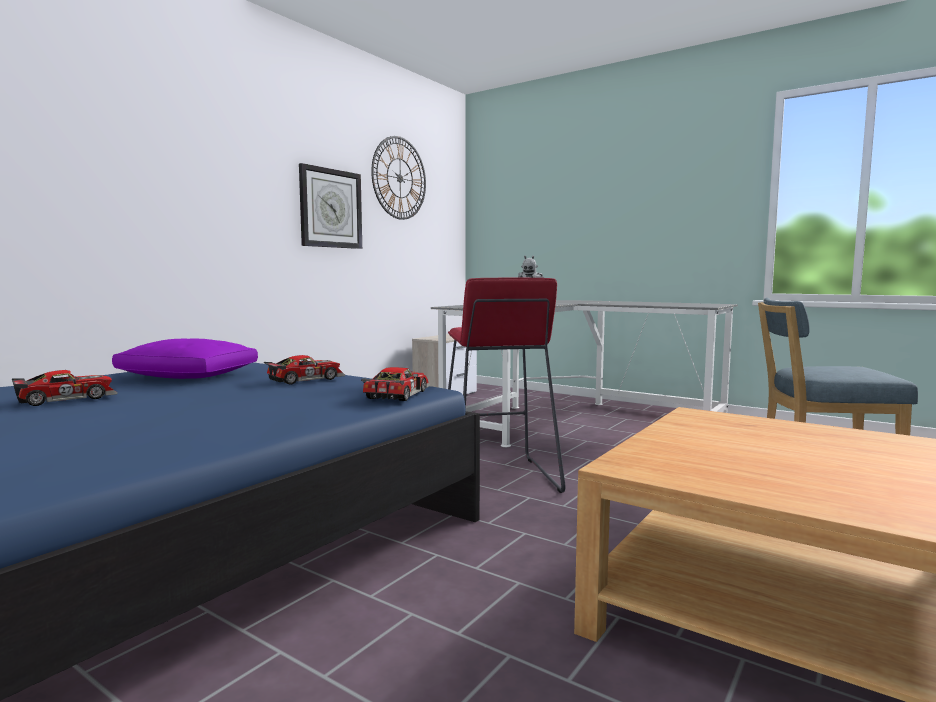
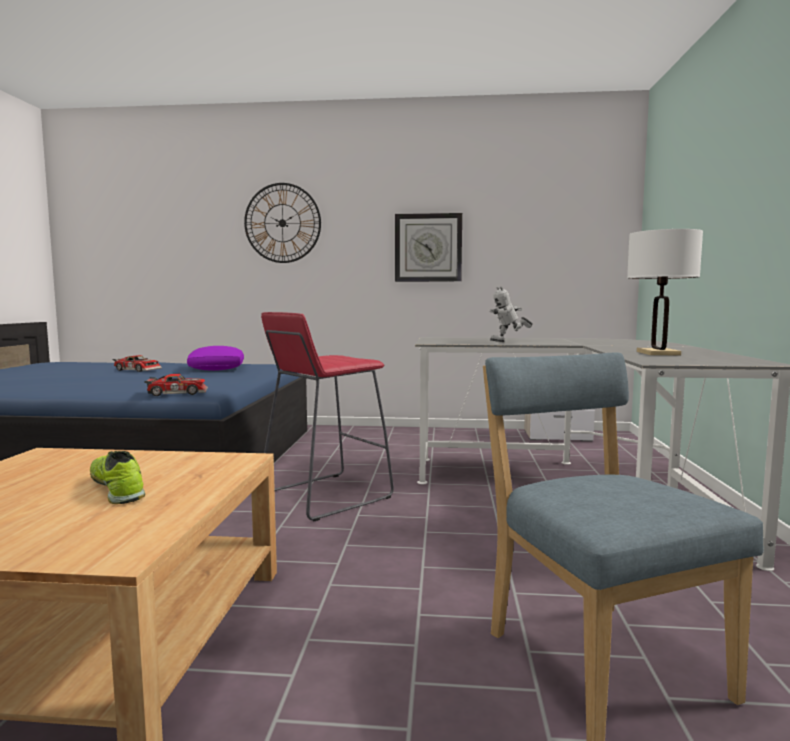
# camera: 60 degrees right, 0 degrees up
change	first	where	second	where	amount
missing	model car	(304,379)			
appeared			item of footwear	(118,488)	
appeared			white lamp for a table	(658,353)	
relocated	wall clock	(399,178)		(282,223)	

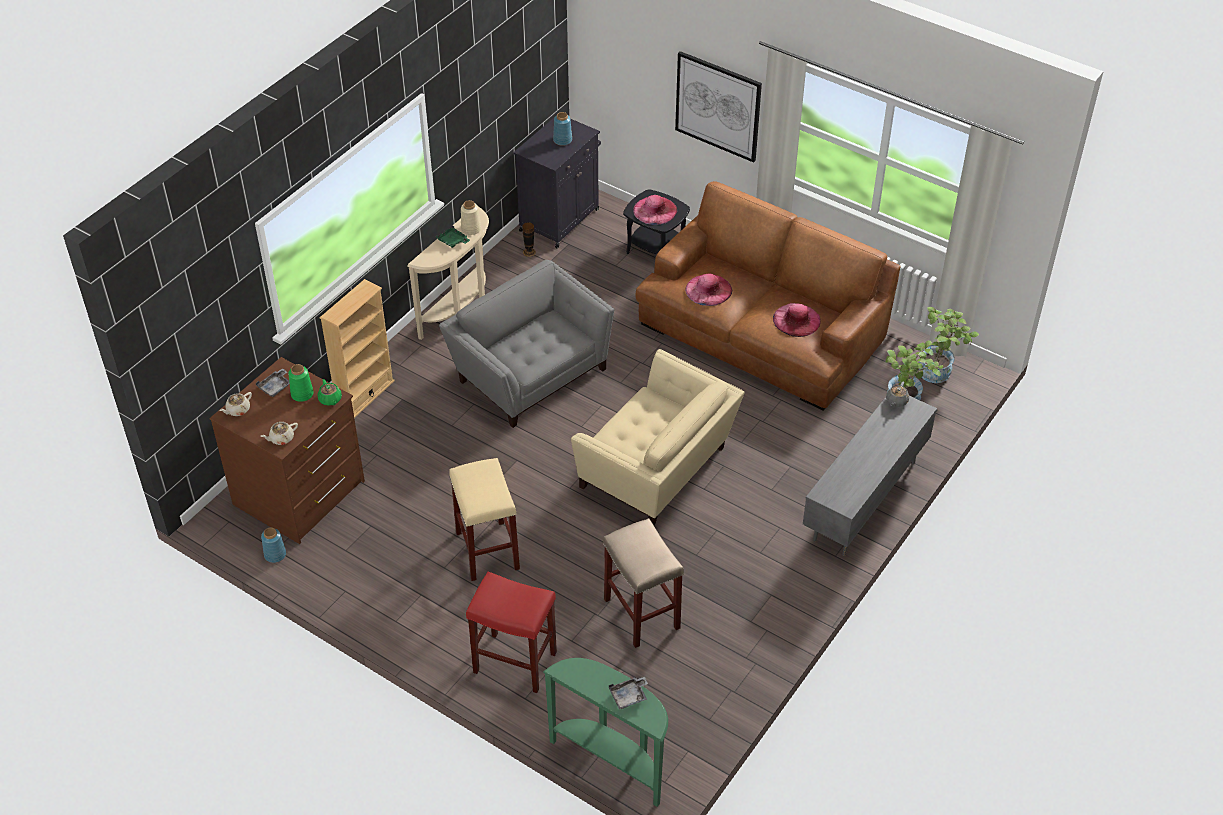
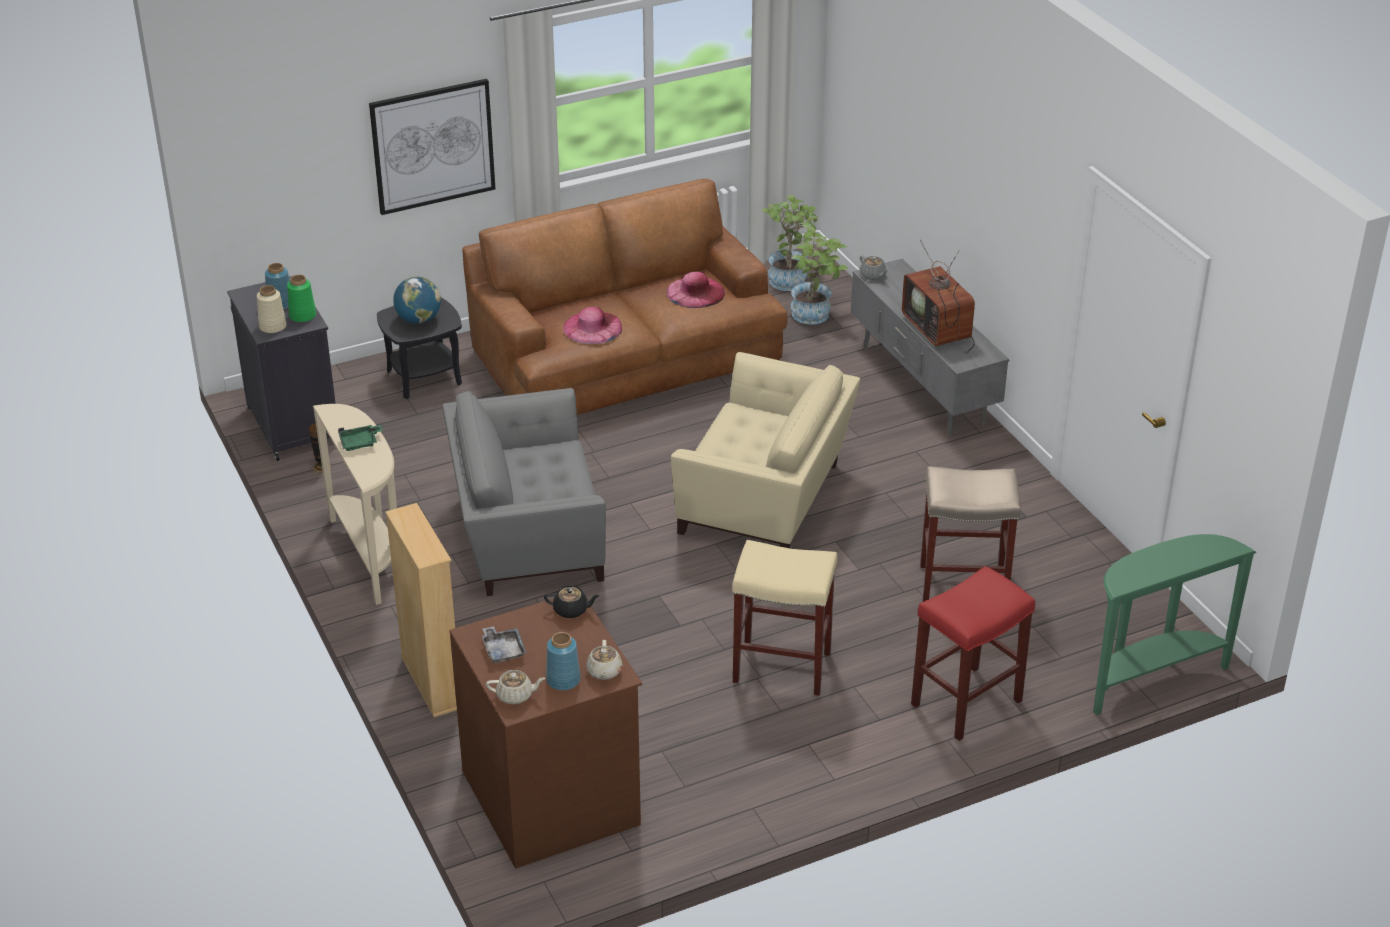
# camera: 60 degrees left, 10 degrees down
change	first	where	second	where	amount
missing	grey serving tray	(629,696)			
appeared			TV set	(939,330)	
relocated	blue-coloured vase	(275,555)		(563,680)	
relocated	green-coloured vase	(302,394)		(303,316)	
relocated	beige-coloured vase	(470,229)		(272,327)	
exchanged	pink clothing hat	(655,210)	world globe	(418,320)	
colour	green-coloured pot for tea	(330,399)	black-coloured pot for tea	(571,610)	
spun	beige-coloured pot for tea	(238,410)		(515,695)	75 degrees counterclockwise
spun	beige-coloured easy chair	(656,470)		(765,500)	45 degrees clockwise

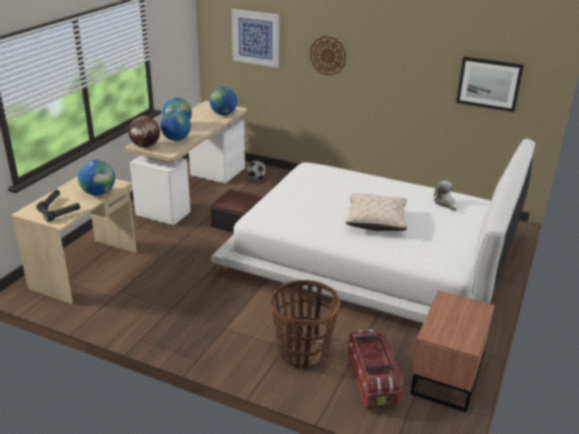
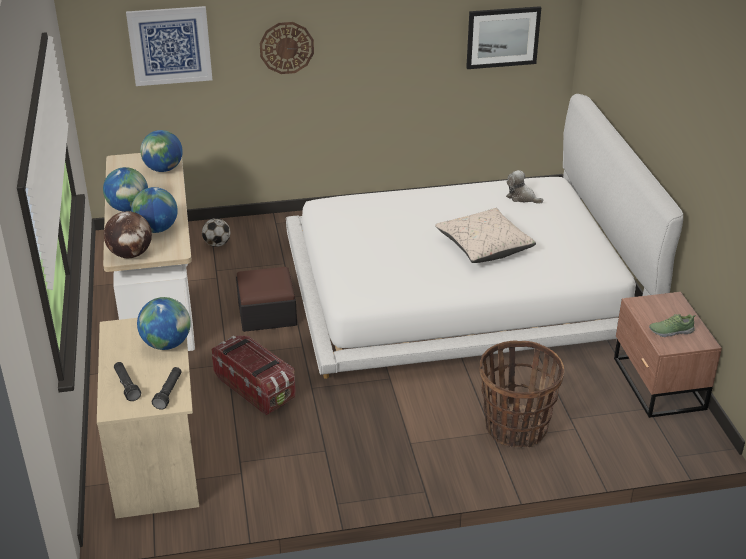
# camera: 35 degrees left, 5 degrees up
change	first	where	second	where	amount
appeared			item of footwear	(670,331)	
relocated	storage box	(372,381)		(255,388)	

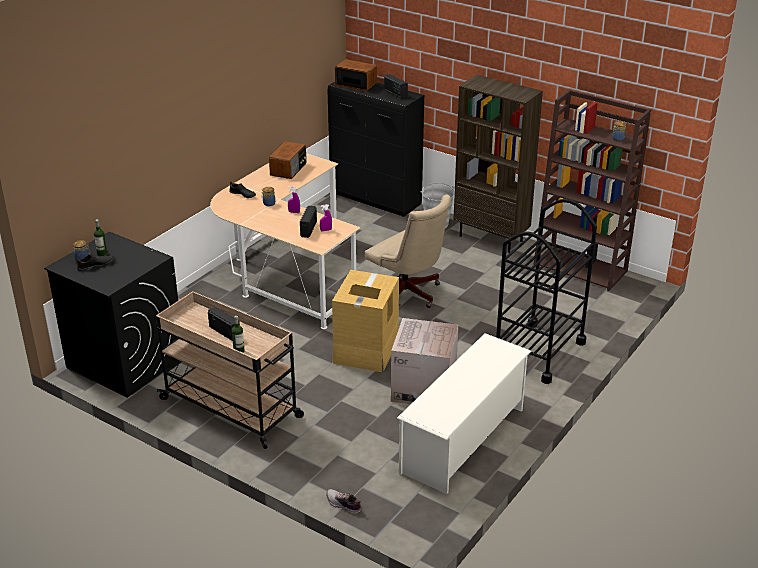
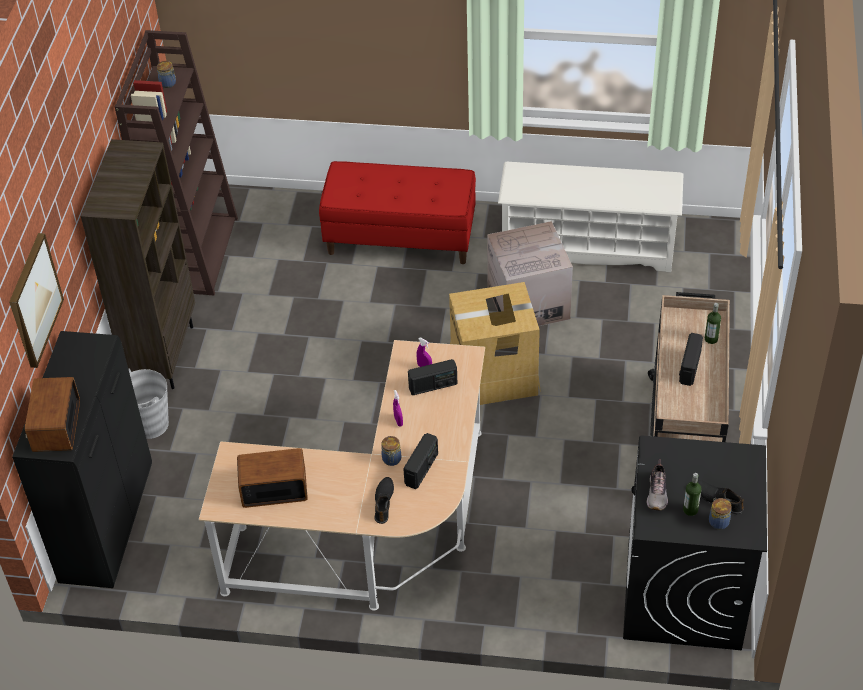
# camera: 115 degrees left, 15 degrees up
change	first	where	second	where	amount
missing	beige-coloured desk chair	(408,294)			
appeared			wall art	(34,300)	
relocated	item of footwear	(343,505)		(657,493)	
relocated	radio	(395,93)		(422,469)	
exchanged	black-coloured trolley	(539,352)	reddish indoor bench	(401,238)	

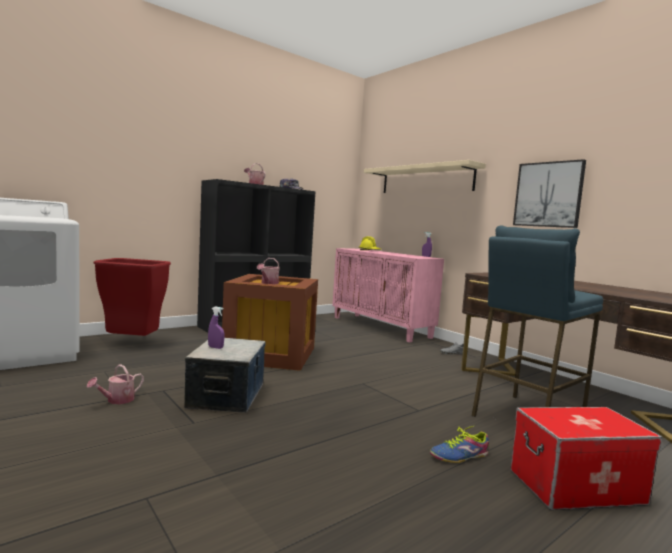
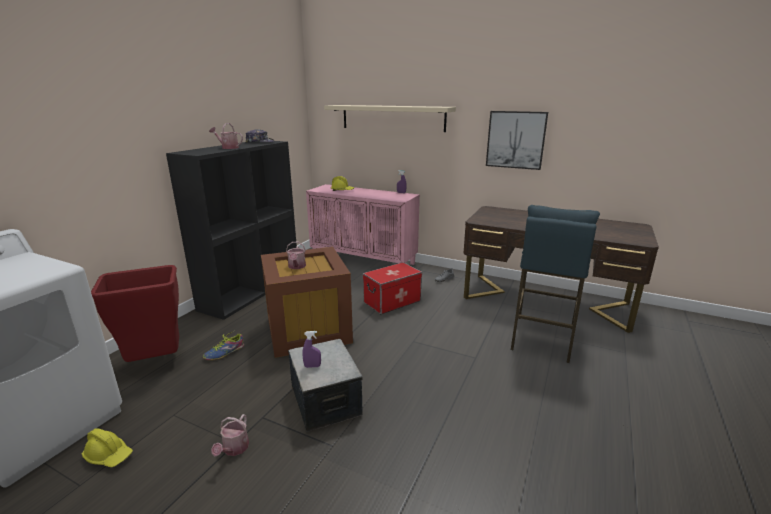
# camera: 25 degrees left, 15 degrees up
change	first	where	second	where	amount
appeared			yellow-coloured work helmet	(109,455)	
relocated	item of footwear	(460,456)		(225,352)	
relocated	storage box	(576,486)		(392,301)	

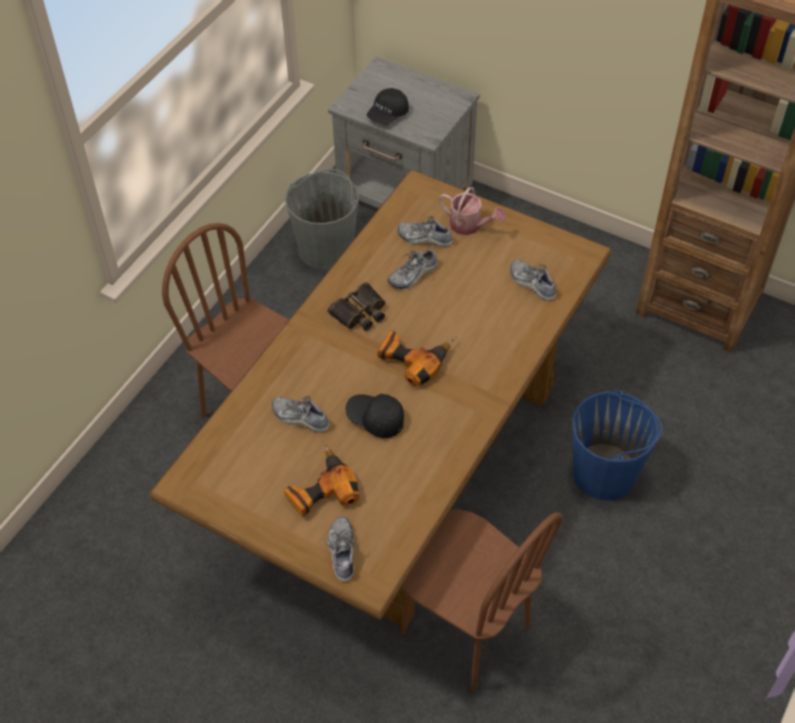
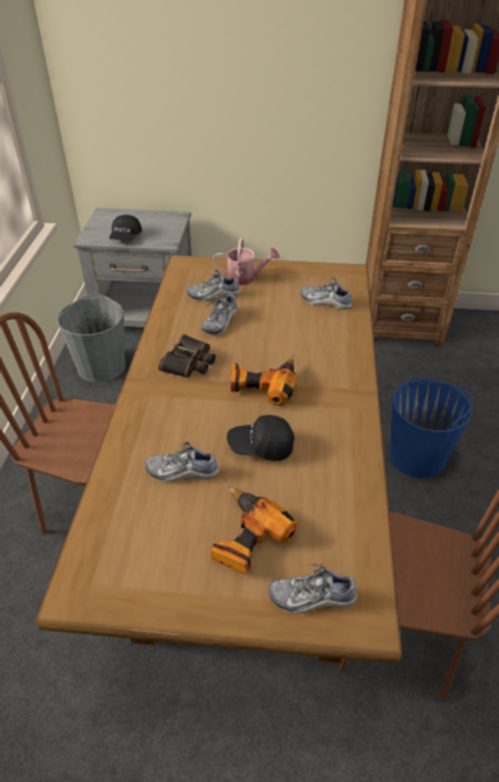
# camera: 25 degrees left, 10 degrees down
change	first	where	second	where	amount
spun	item of footwear	(342,552)		(312,597)	60 degrees counterclockwise

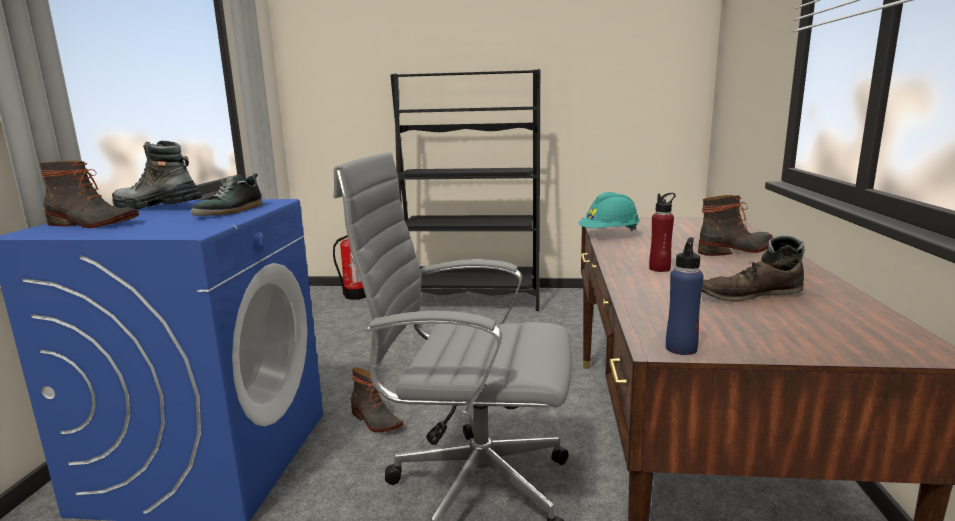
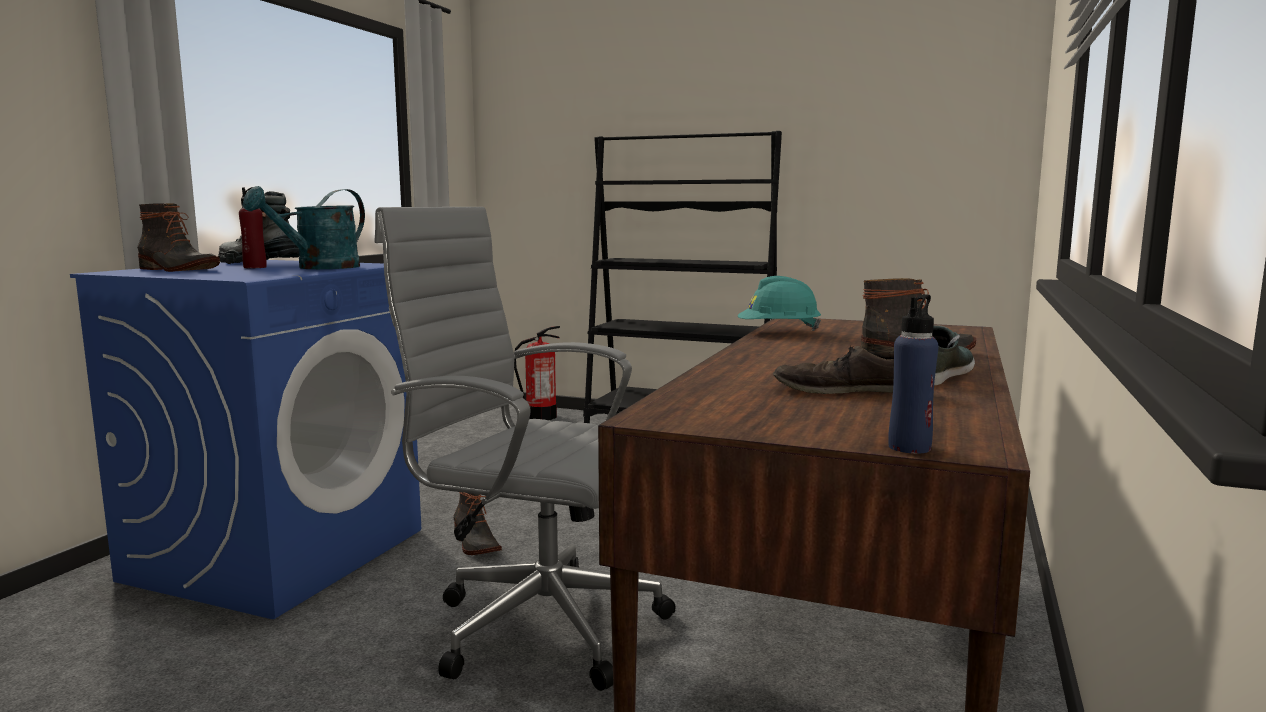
# camera: 15 degrees right, 5 degrees down
change	first	where	second	where	amount
relocated	reddish bottle	(659,269)		(255,267)	
relocated	blue-coloured bottle	(681,348)		(909,447)	
exchanged	item of footwear	(231,211)	blue-green sprinkling can	(319,268)	

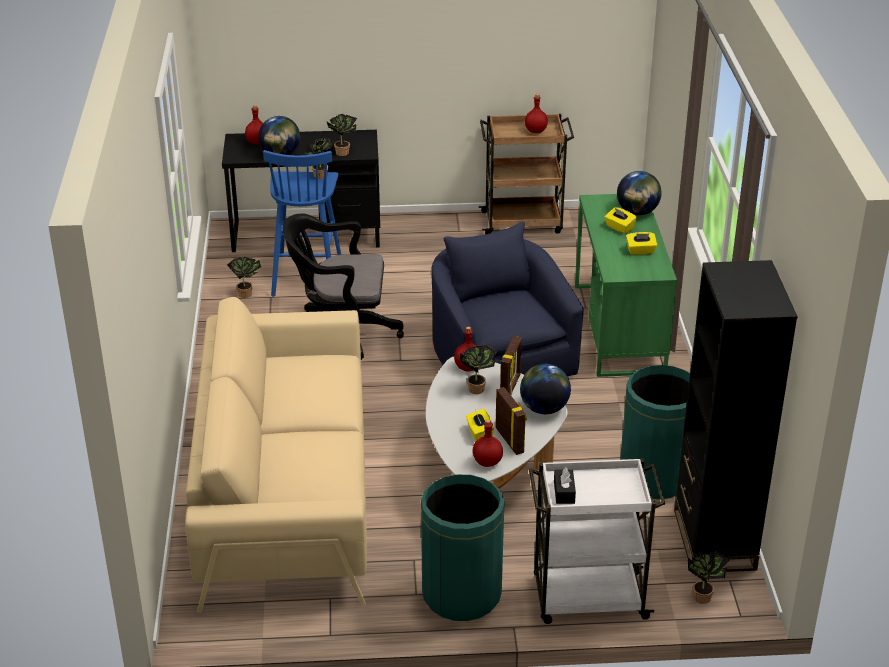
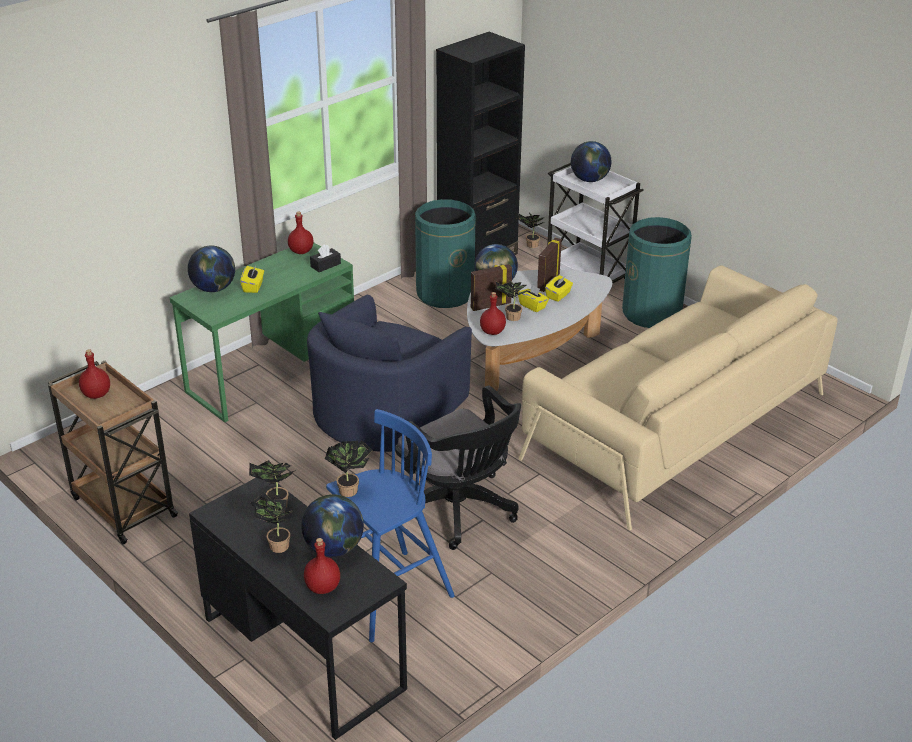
# camera: 130 degrees left, 0 degrees up
change	first	where	second	where	amount
appeared			world globe	(589,180)	
relocated	plant in a pot	(247,293)		(276,545)	
relocated	reddish bottle	(487,462)		(301,251)	
relocated	black-coloured box of tissues	(564,492)		(325,265)	
relocated	yellow-coloured box of tissues	(640,251)		(533,306)	

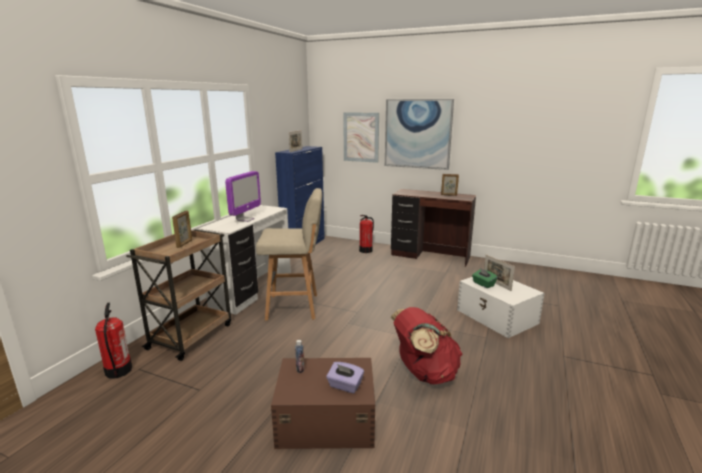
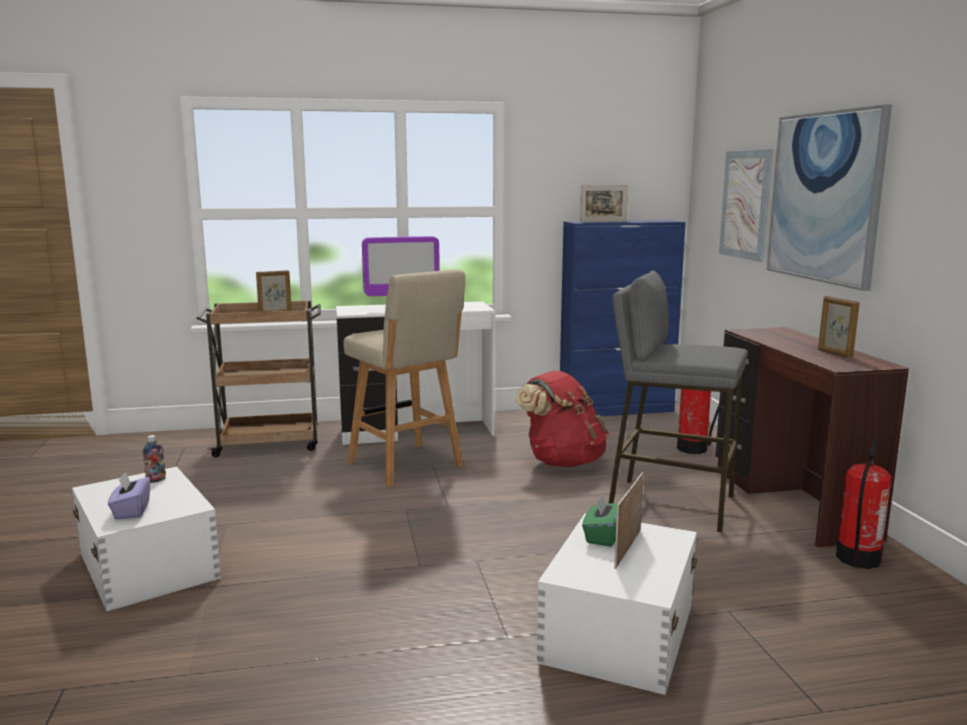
# camera: 55 degrees right, 5 degrees down
change	first	where	second	where	amount
appeared			grey sitting stool	(670,503)	
relocated	fire-fighting cylinder	(118,371)		(857,559)	
relocated	reddish knapsack	(424,373)		(562,461)	
colour	brownish storage box	(325,420)	white storage box	(149,564)	

